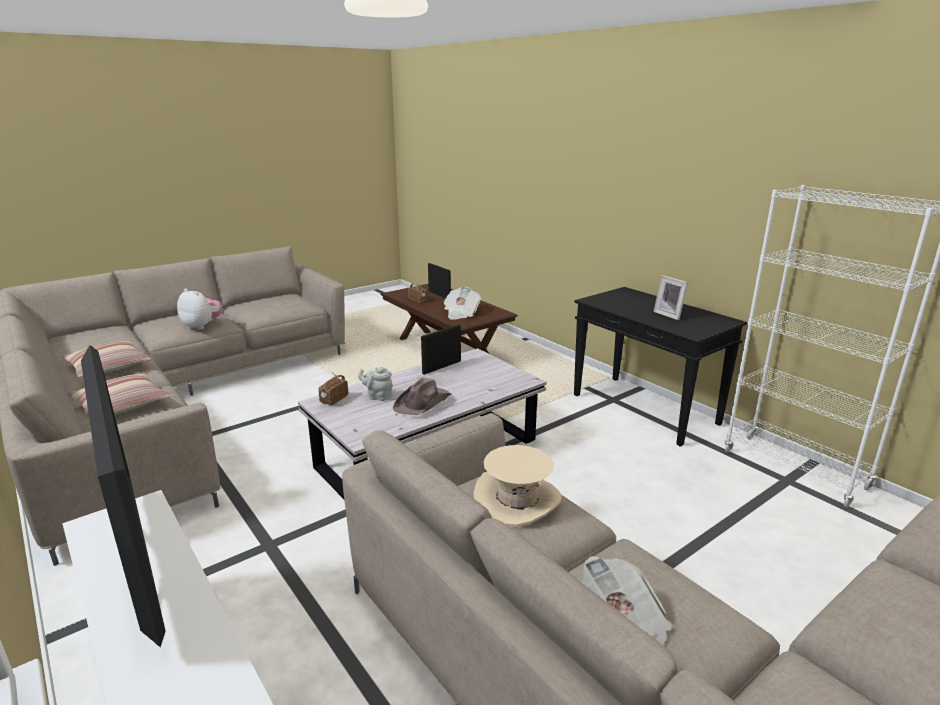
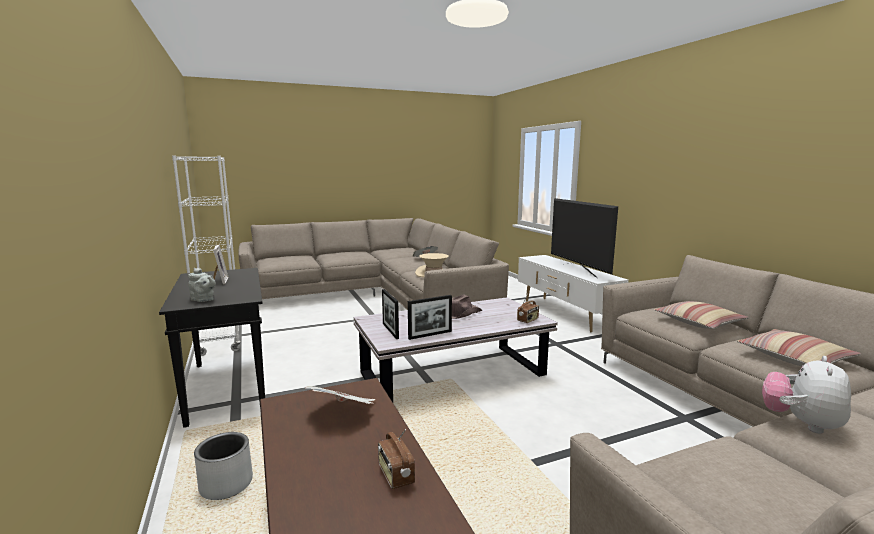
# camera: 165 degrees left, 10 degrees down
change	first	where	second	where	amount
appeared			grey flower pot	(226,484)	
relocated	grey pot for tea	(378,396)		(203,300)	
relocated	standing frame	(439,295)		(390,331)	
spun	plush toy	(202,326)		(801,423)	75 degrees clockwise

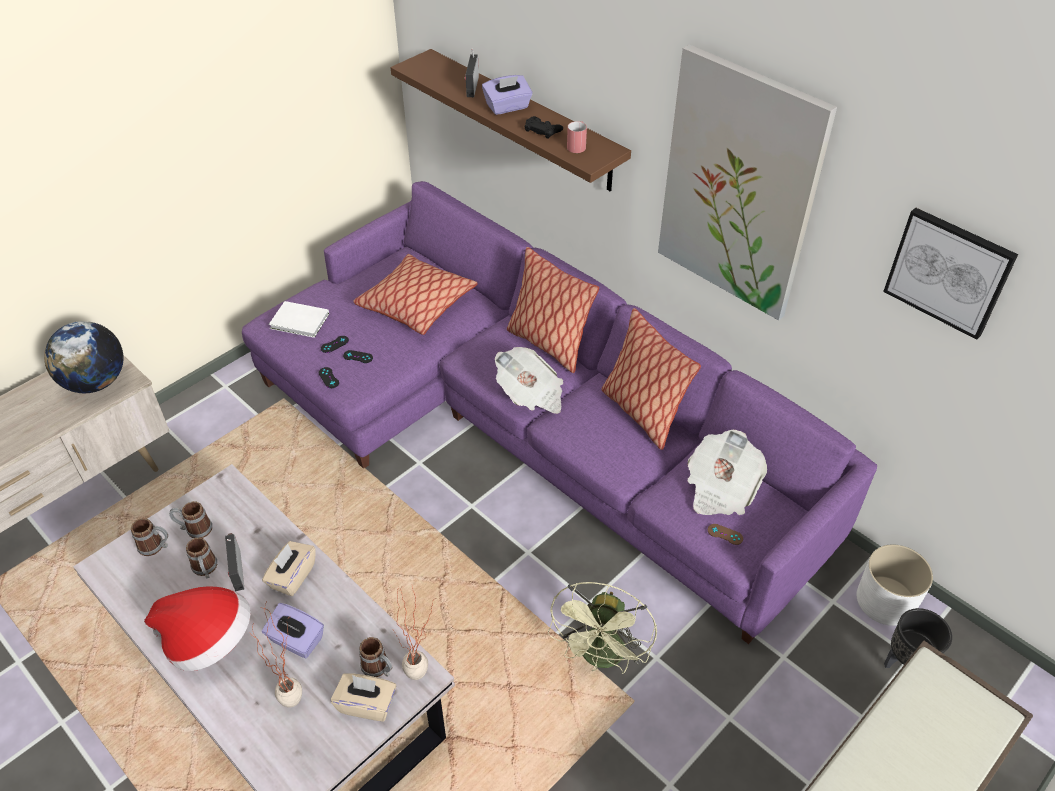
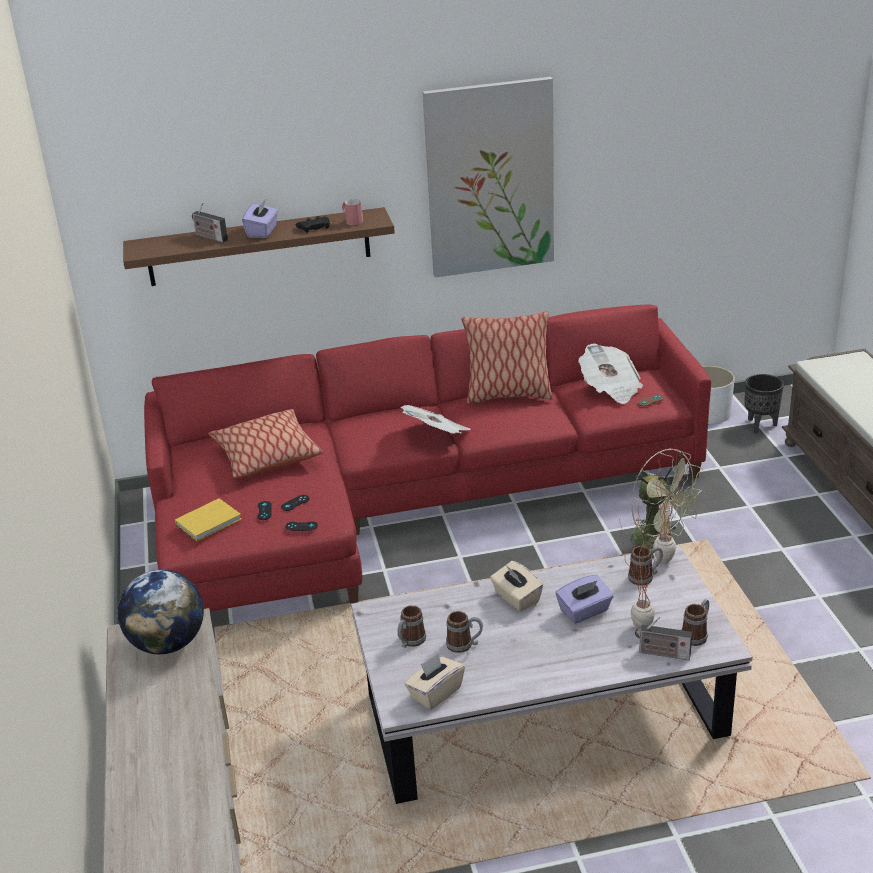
# camera: 55 degrees left, 15 degrees down
change	first	where	second	where	amount
missing	clothing hat	(209,641)			
missing	throw pillow	(548,344)			
missing	wall art	(948,272)			
relocated	mug	(156,546)		(696,634)	
relocated	radio	(236,568)		(662,653)	
relocated	beige-coloured box of tissues	(367,704)		(435,693)	
colour	purple couch	(525,426)	reddish couch	(403,502)	
colour	white volume	(300,322)	yellow-coloured volume	(210,521)	

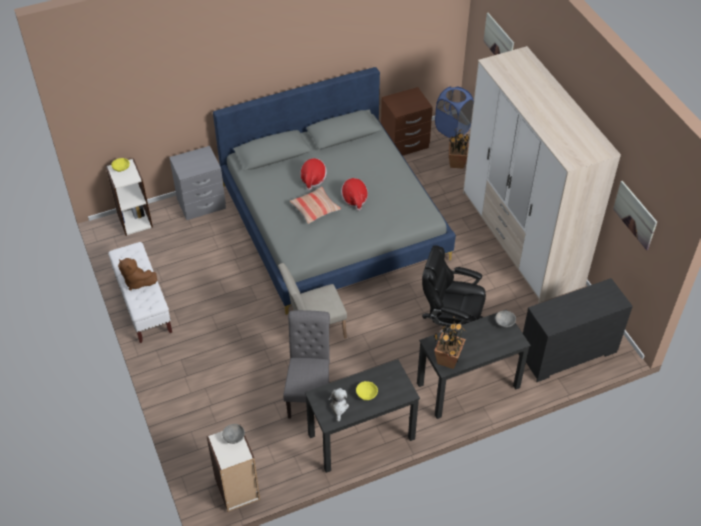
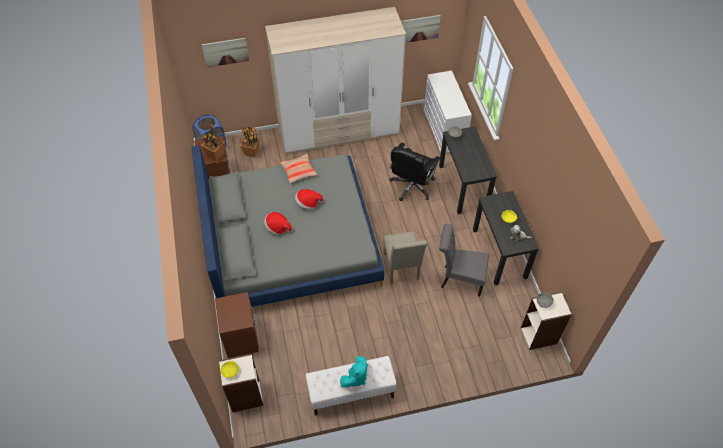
# camera: 80 degrees left, 5 degrees up
change	first	where	second	where	amount
relocated	throw pillow	(315,209)		(298,171)	
relocated	plant in a pot	(447,360)		(215,155)	
colour	brownish plush toy	(137,282)	blue-green plush toy	(355,378)	
colour	grey night table	(201,204)	brownish night table	(241,337)	
colour	black-coloured drawer chest	(567,354)	white drawer chest	(444,130)	

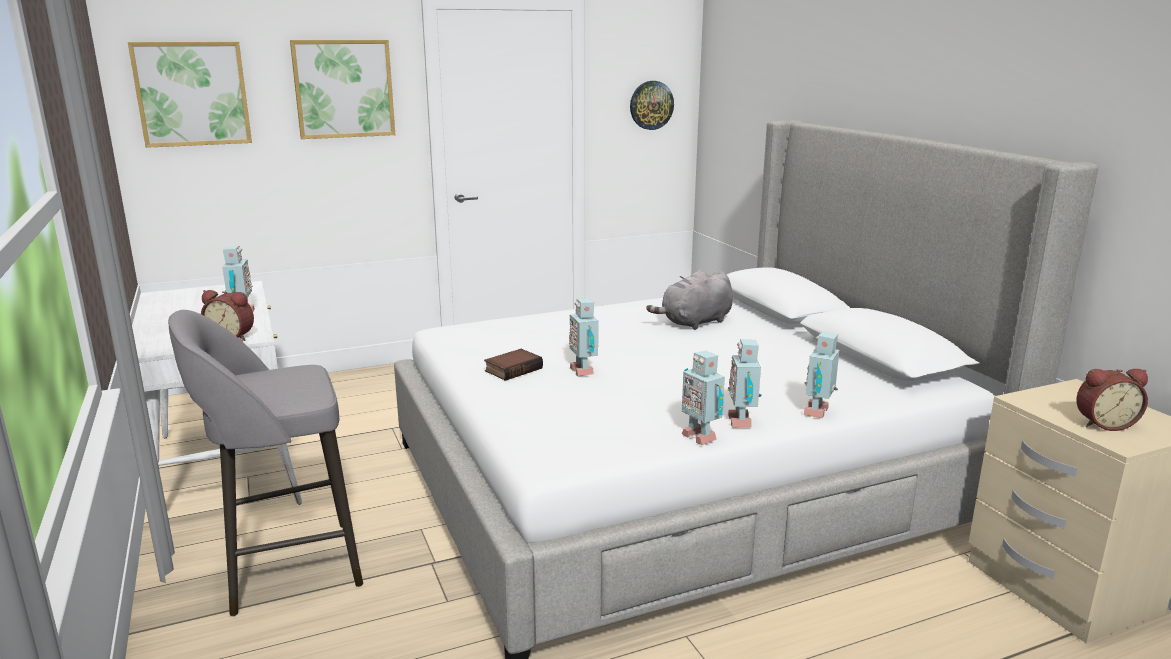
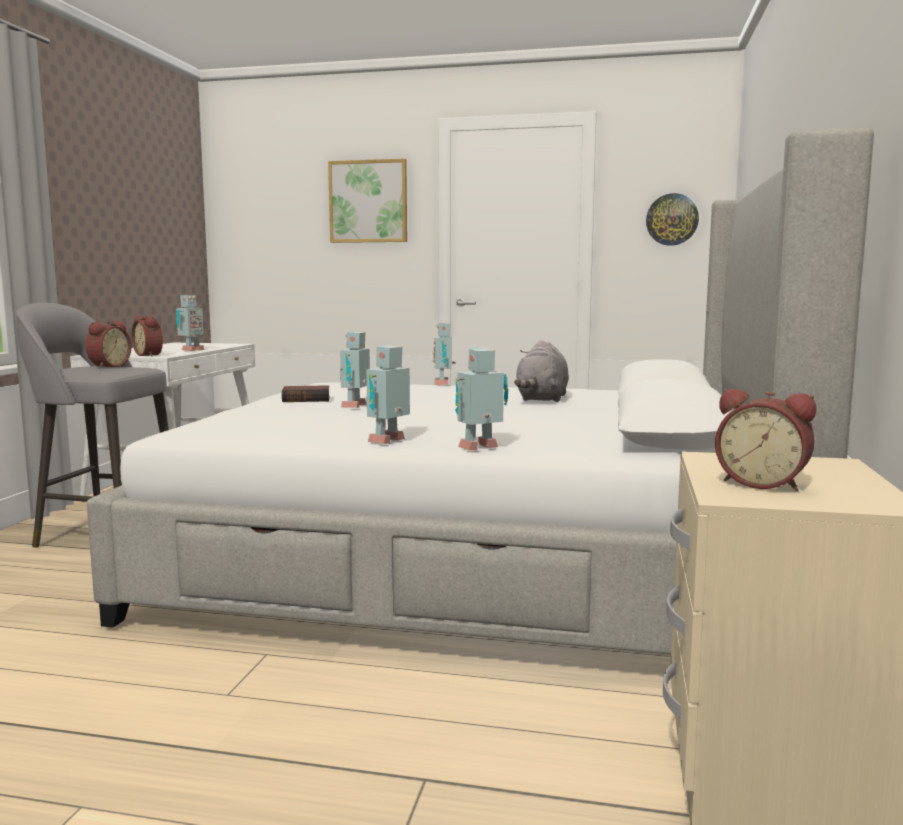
# camera: 35 degrees right, 10 degrees down
change	first	where	second	where	amount
missing	wall art	(192,94)			
appeared			alarm clock	(108,366)	
relocated	model robot	(700,436)		(443,384)	
spun	grey plush toy	(694,323)		(542,399)	75 degrees counterclockwise

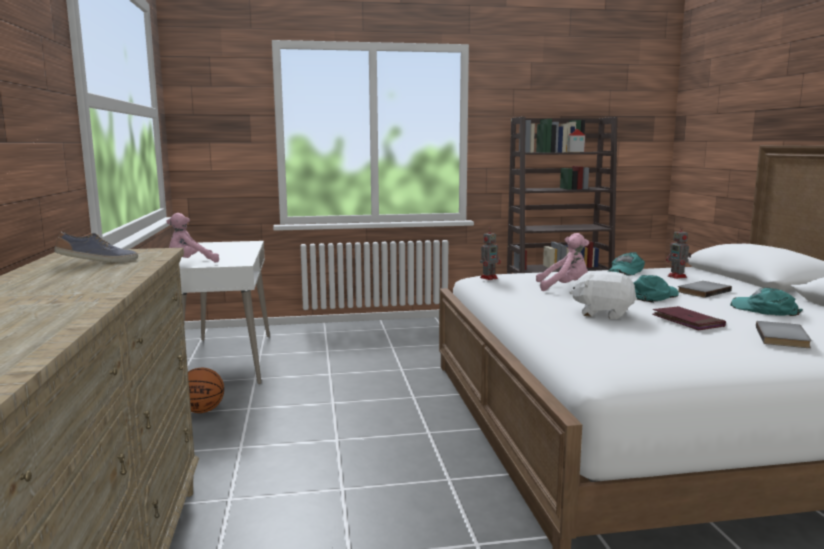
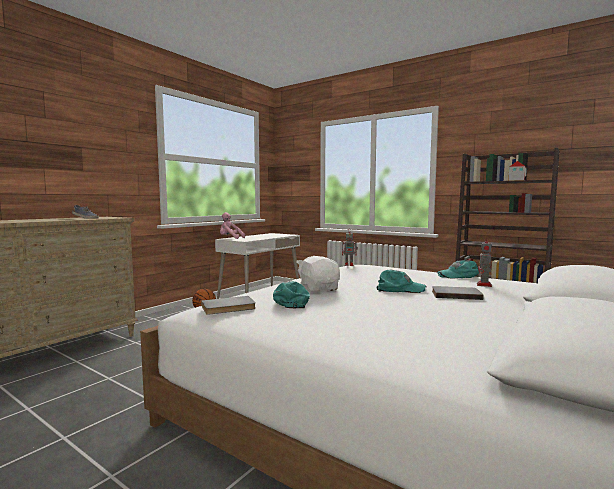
# camera: 45 degrees right, 5 degrees down
change	first	where	second	where	amount
missing	pink plush toy	(564,287)			
missing	reddish volume	(687,321)			
relocated	blue-green peaked cap	(764,310)		(292,301)	
relocated	grey volume	(784,337)		(228,308)	

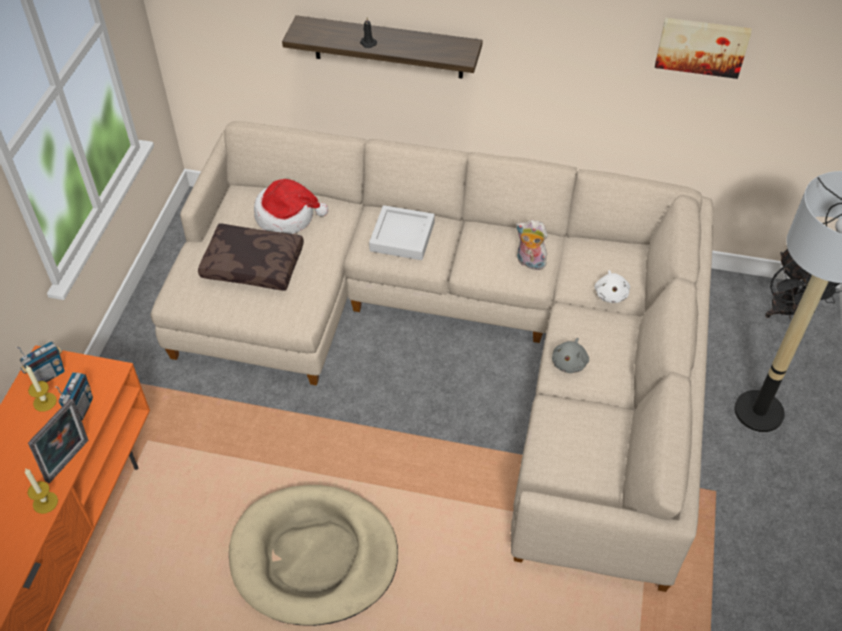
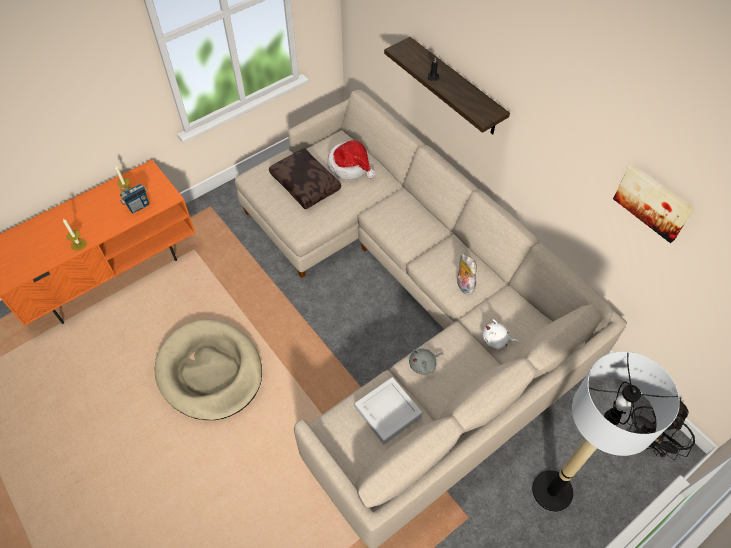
# camera: 40 degrees right, 5 degrees up
change	first	where	second	where	amount
missing	radio	(48,375)			
missing	standing frame	(70,462)			
relocated	grey serving tray	(402,237)		(388,412)	
spun	white plush toy	(611,294)		(496,340)	60 degrees clockwise

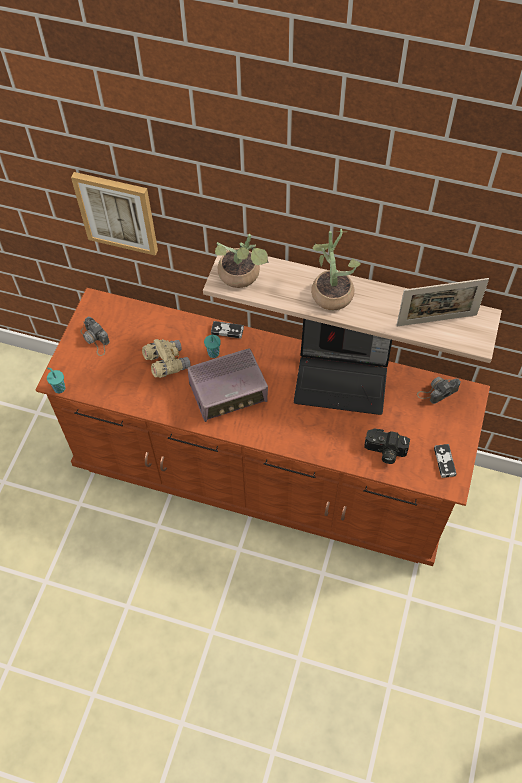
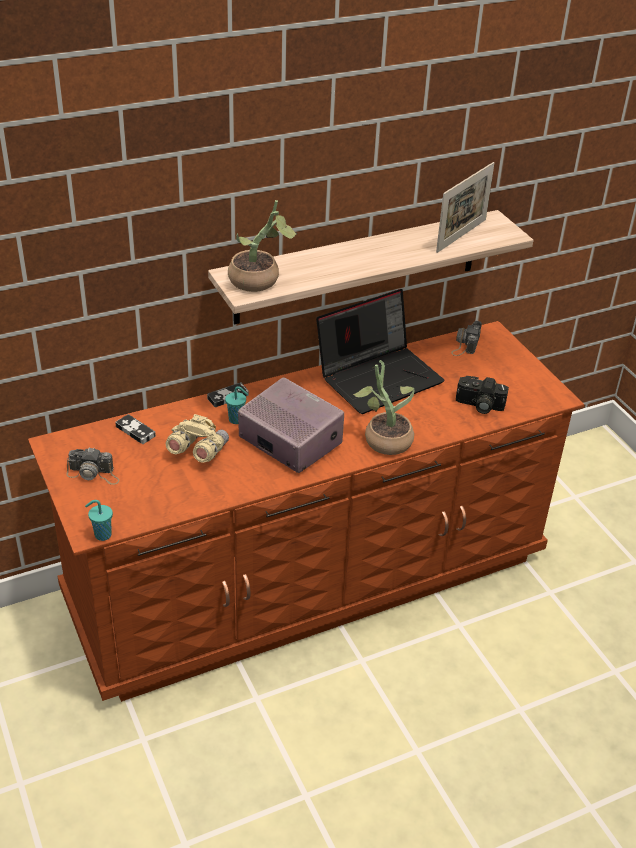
# camera: 45 degrees left, 20 degrees down
change	first	where	second	where	amount
missing	wall art	(117,212)			
relocated	plant in a pot	(331,291)		(383,439)	
relocated	gamepad	(444,462)		(135,431)	
spun	radio	(229,393)		(290,440)	75 degrees counterclockwise
spun	photo camera	(384,451)		(479,405)	45 degrees clockwise

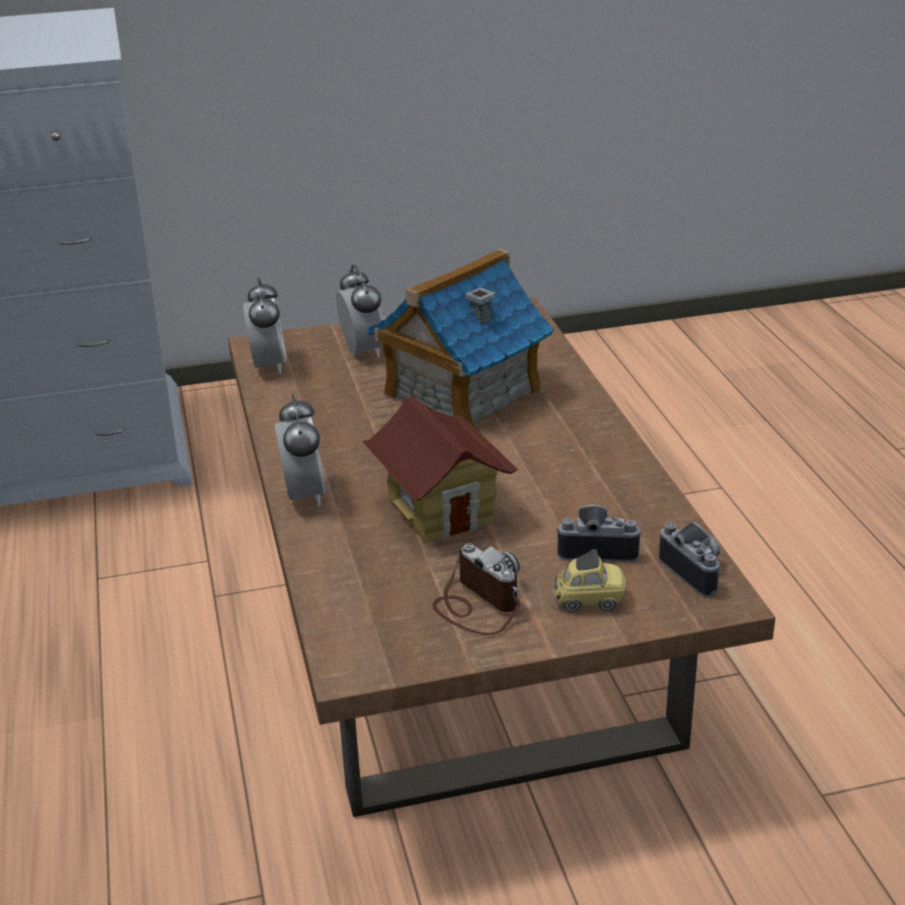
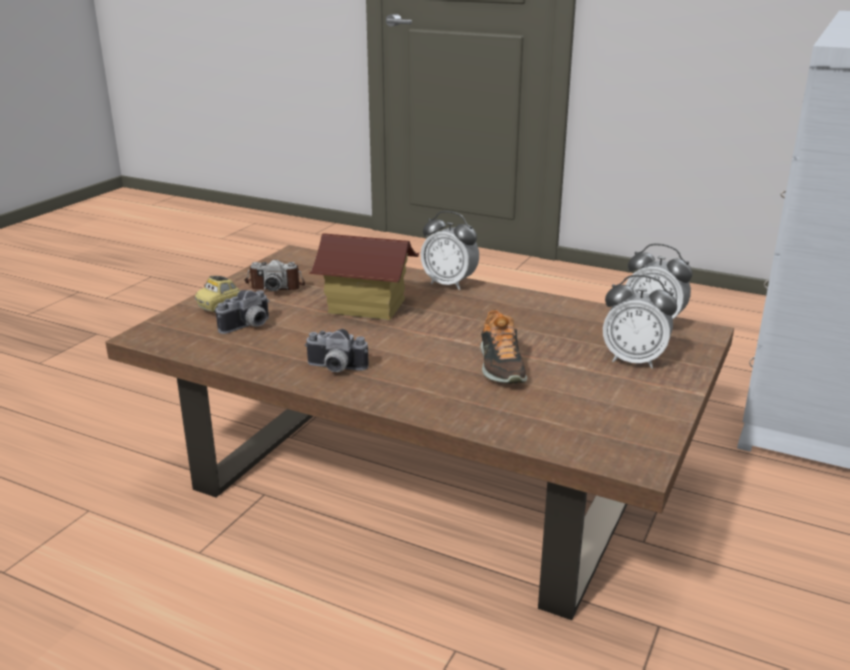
# camera: 130 degrees right, 5 degrees down
change	first	where	second	where	amount
relocated	photo camera	(697,571)		(335,369)	
exchanged	toy house	(461,393)	item of footwear	(500,366)	

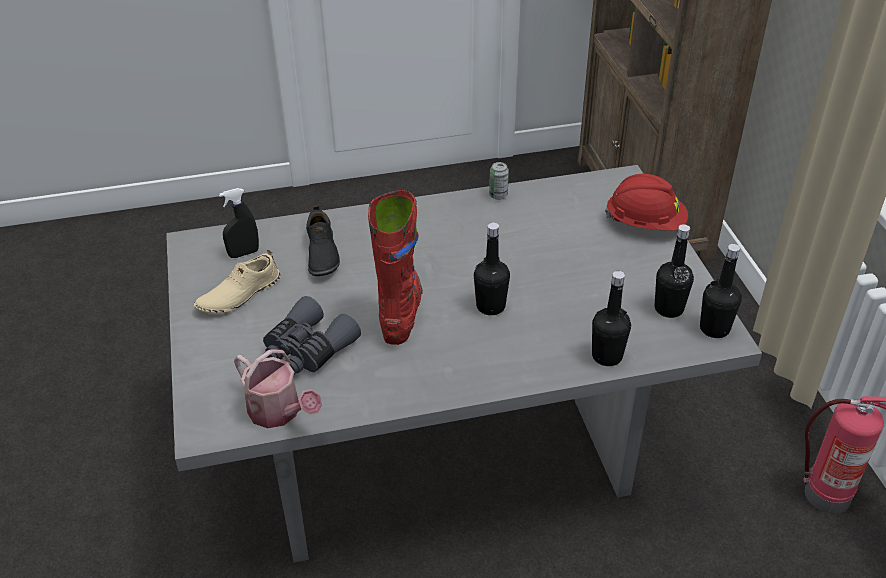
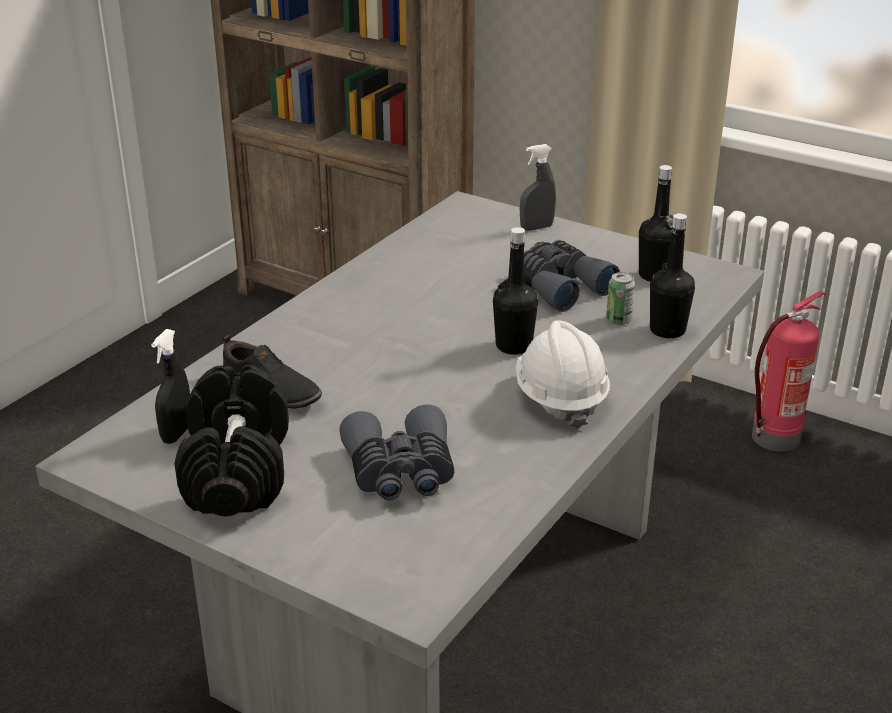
# camera: 45 degrees left, 10 degrees down
change	first	where	second	where	amount
missing	sprinkling can	(279,412)			
missing	reddish boot	(401,312)			
missing	black-coloured bottle	(714,328)			
appeared			white work helmet	(560,398)	
appeared			grey pair of binoculars	(558,286)	
relocated	metal can	(498,195)		(618,320)	
exchanged	beige-coloured item of footwear	(238,294)	black-coloured free weight	(237,470)	
exchanged	reddish work helmet	(645,223)	grey hand sprayer	(536,228)	

